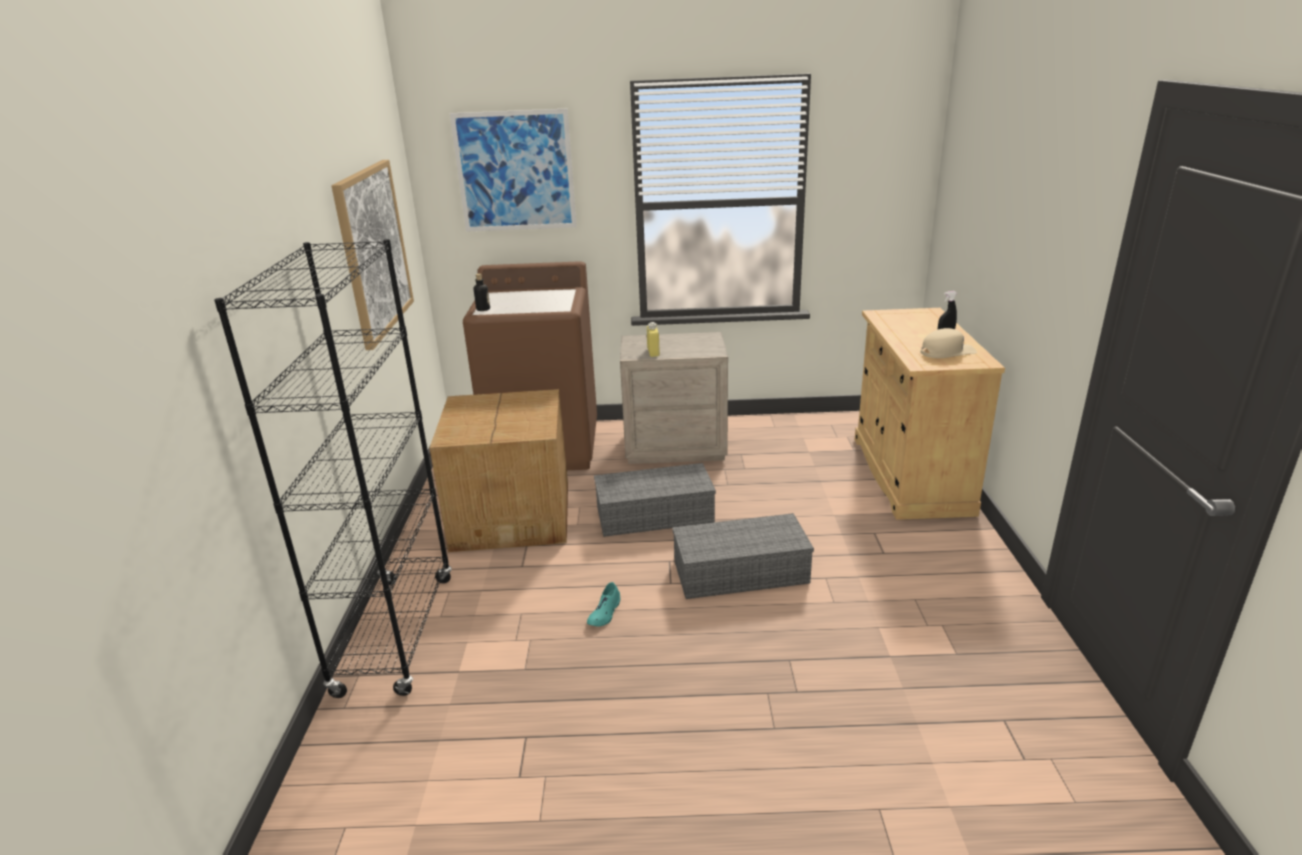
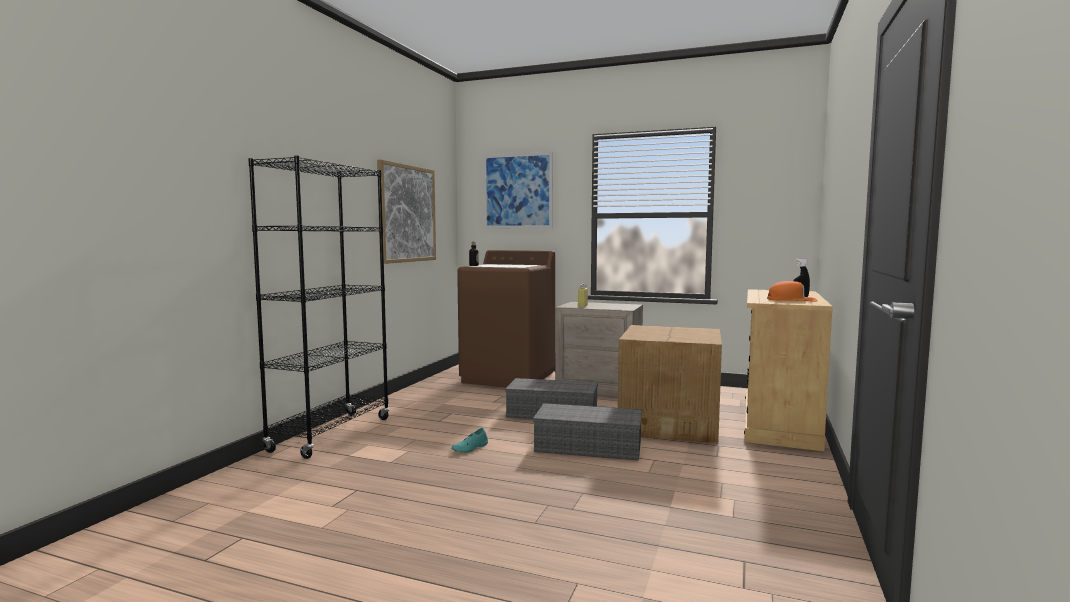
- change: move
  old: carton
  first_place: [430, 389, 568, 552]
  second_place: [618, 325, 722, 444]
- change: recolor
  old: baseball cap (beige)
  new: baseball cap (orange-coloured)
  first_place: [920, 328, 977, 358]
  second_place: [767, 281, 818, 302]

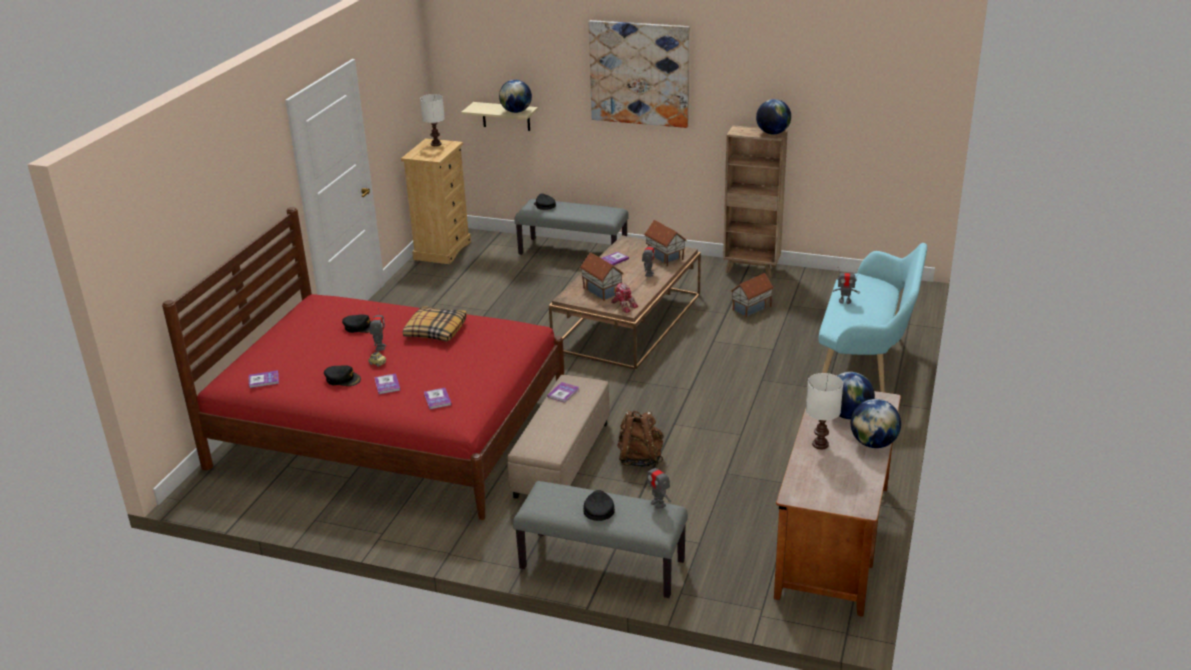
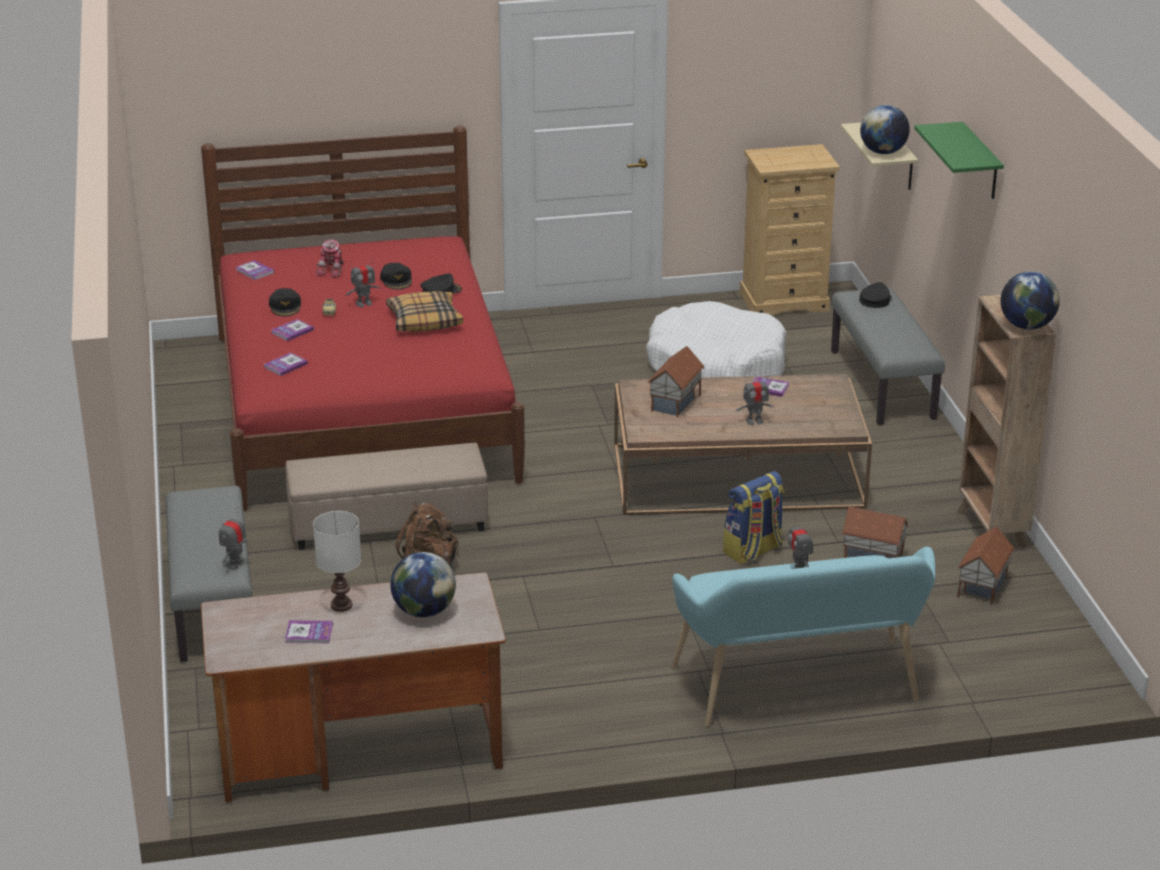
- change: delete
  old: table lamp (white)
  first_place: [420, 94, 445, 146]
- change: delete
  old: globe
  first_place: [851, 399, 901, 448]
- change: insert
  new: dog bed (white)
  second_place: [646, 301, 786, 378]
- change: insert
  new: backpack
  second_place: [723, 471, 784, 564]
- change: move
  old: bound book
  first_place: [547, 382, 579, 403]
  second_place: [285, 620, 333, 643]
- change: move
  old: baseball cap (black-coloured)
  first_place: [583, 490, 615, 521]
  second_place: [420, 273, 462, 294]
- change: move
  old: robot figure
  first_place: [611, 283, 638, 313]
  second_place: [316, 239, 344, 278]
- change: move
  old: toy house
  first_place: [644, 220, 687, 266]
  second_place: [957, 527, 1015, 605]
- change: replace
  old: wall picture
  new: bracket shelf (greenish)
  first_place: [589, 20, 690, 128]
  second_place: [914, 122, 1004, 199]

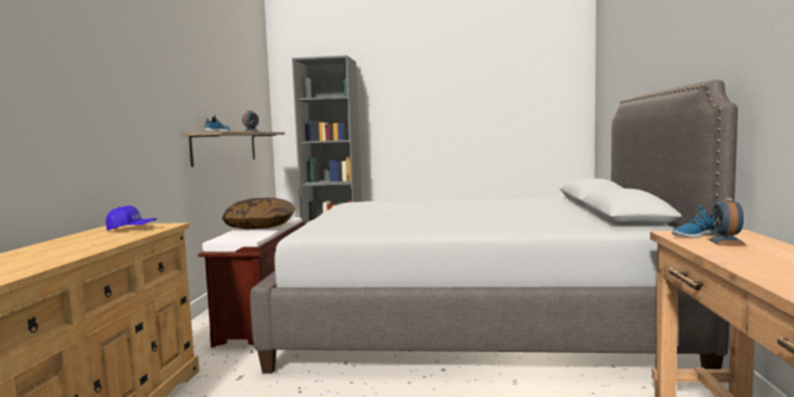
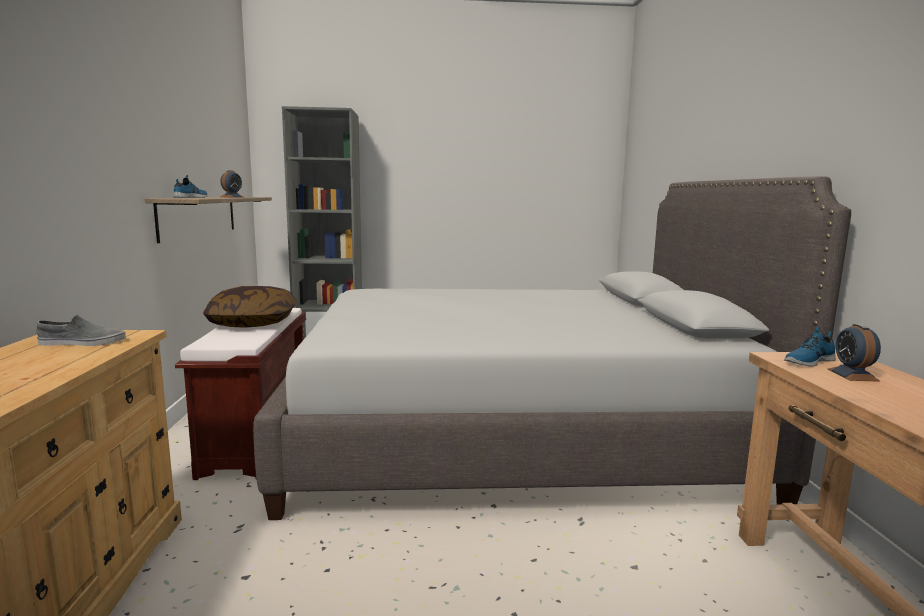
- change: replace
  old: baseball cap (bluish)
  new: low shoe (greyish)
  first_place: [106, 205, 157, 231]
  second_place: [36, 315, 126, 346]

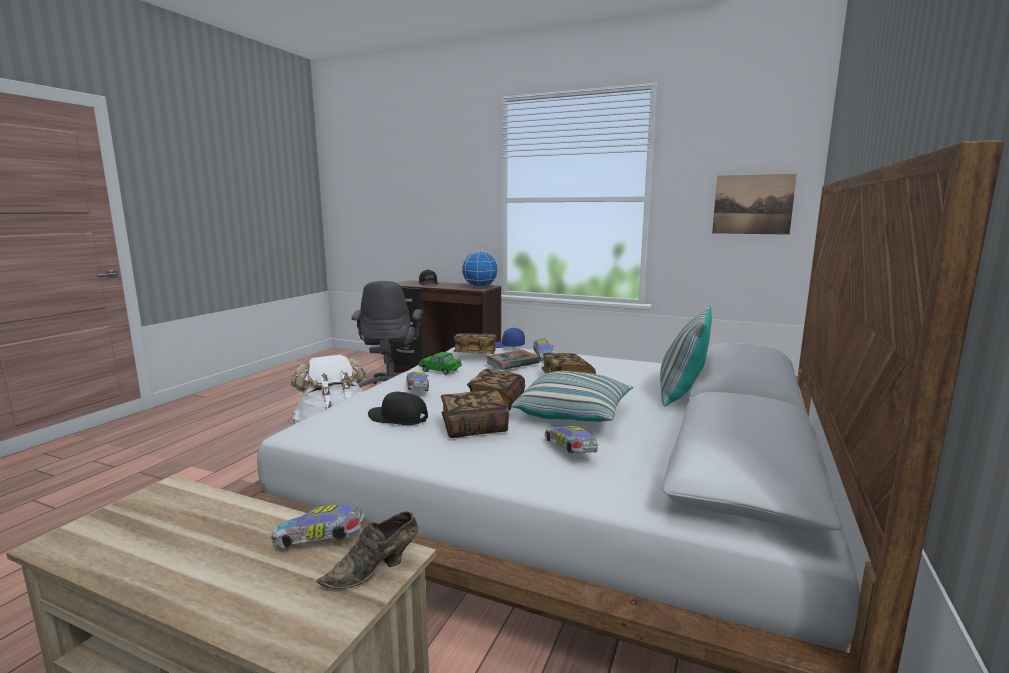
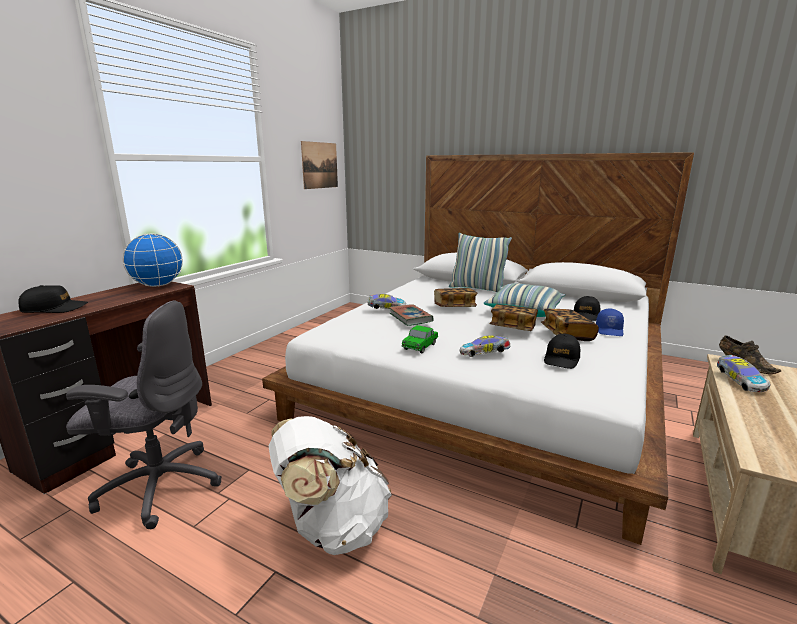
- change: delete
  old: bound book
  first_place: [453, 333, 496, 354]
- change: move
  old: baseball cap (bluish)
  first_place: [495, 328, 525, 348]
  second_place: [596, 309, 624, 336]
- change: replace
  old: toy car
  new: baseball cap (black-coloured)
  first_place: [545, 426, 598, 453]
  second_place: [574, 296, 600, 321]

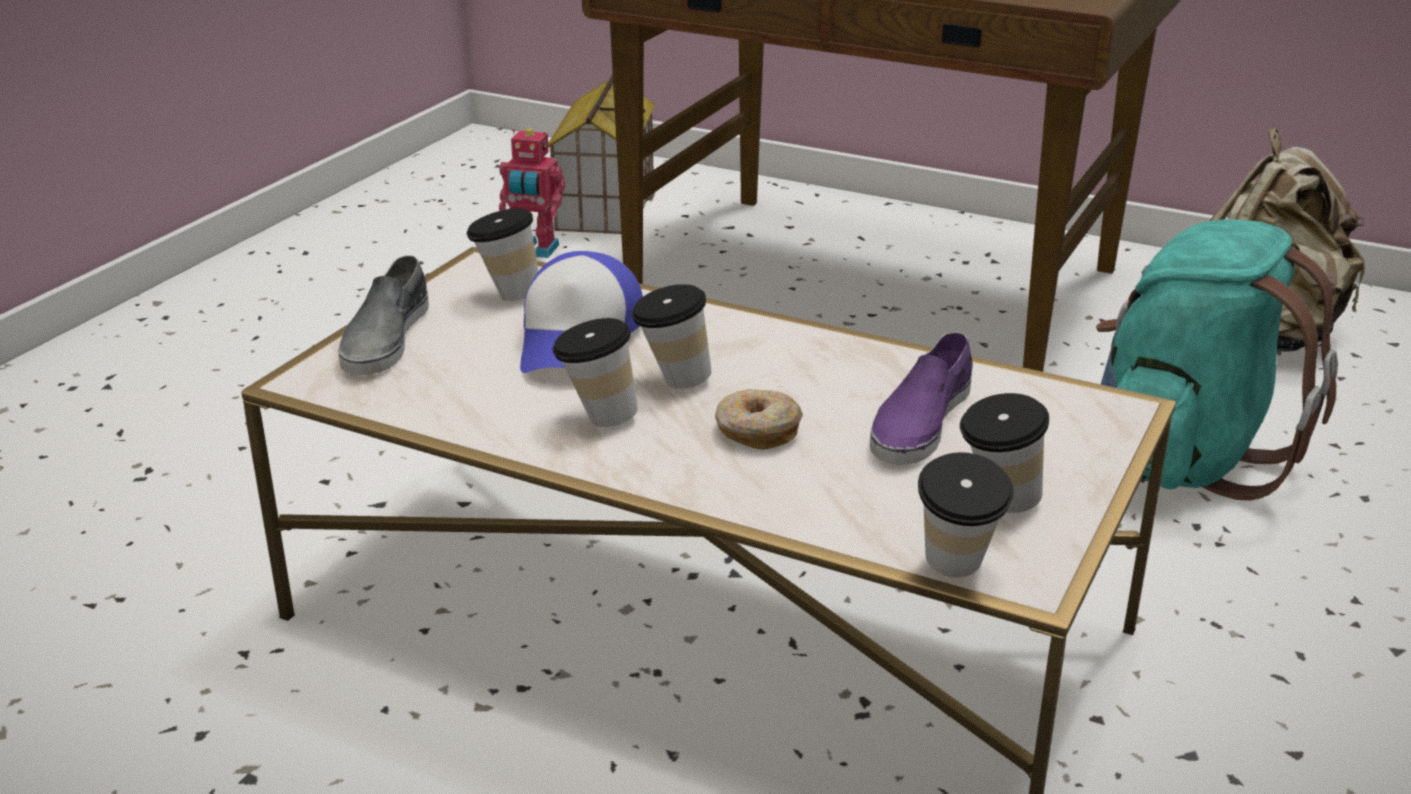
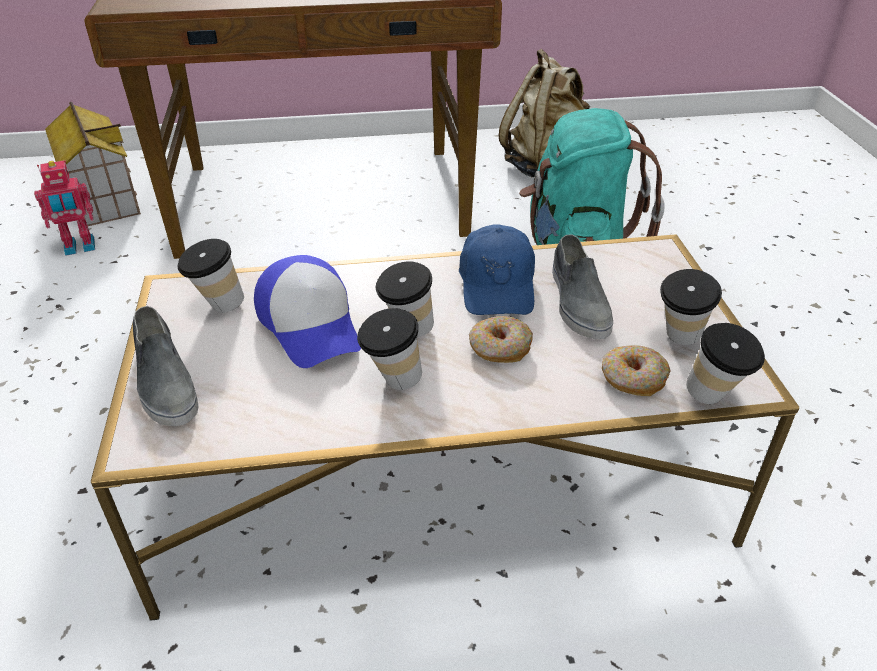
- change: insert
  new: baseball cap (bluish)
  second_place: [459, 225, 535, 315]
- change: insert
  new: doughnut
  second_place: [602, 345, 671, 396]
- change: recolor
  old: low shoe (purple-coloured)
  new: low shoe (greyish)
  first_place: [870, 332, 973, 465]
  second_place: [552, 235, 613, 339]

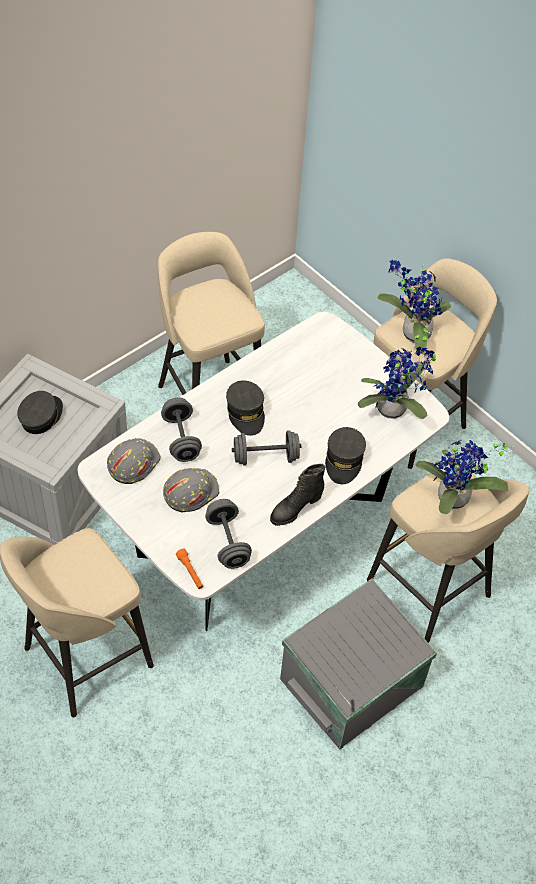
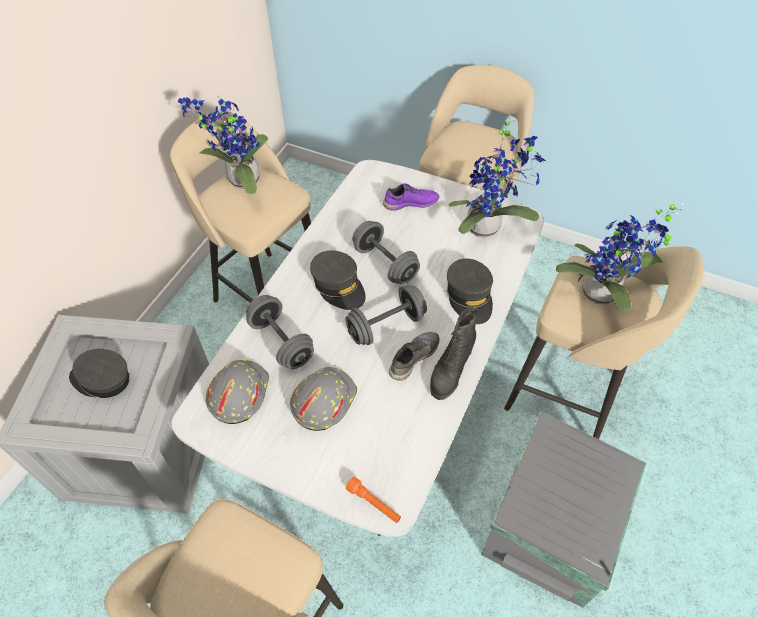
- change: insert
  new: low shoe (purple-coloured)
  second_place: [383, 183, 439, 211]
- change: insert
  new: low shoe (greyish)
  second_place: [389, 332, 440, 381]
- change: move
  old: dumbbell (greyish)
  first_place: [205, 499, 252, 569]
  second_place: [353, 221, 420, 285]
- change: move
  old: potted plant
  first_place: [377, 260, 451, 354]
  second_place: [177, 95, 268, 194]
- change: rotate
  old: baseball cap (greyish)
  first_place: [17, 391, 63, 434]
  second_place: [69, 349, 129, 398]
  degrees: -75

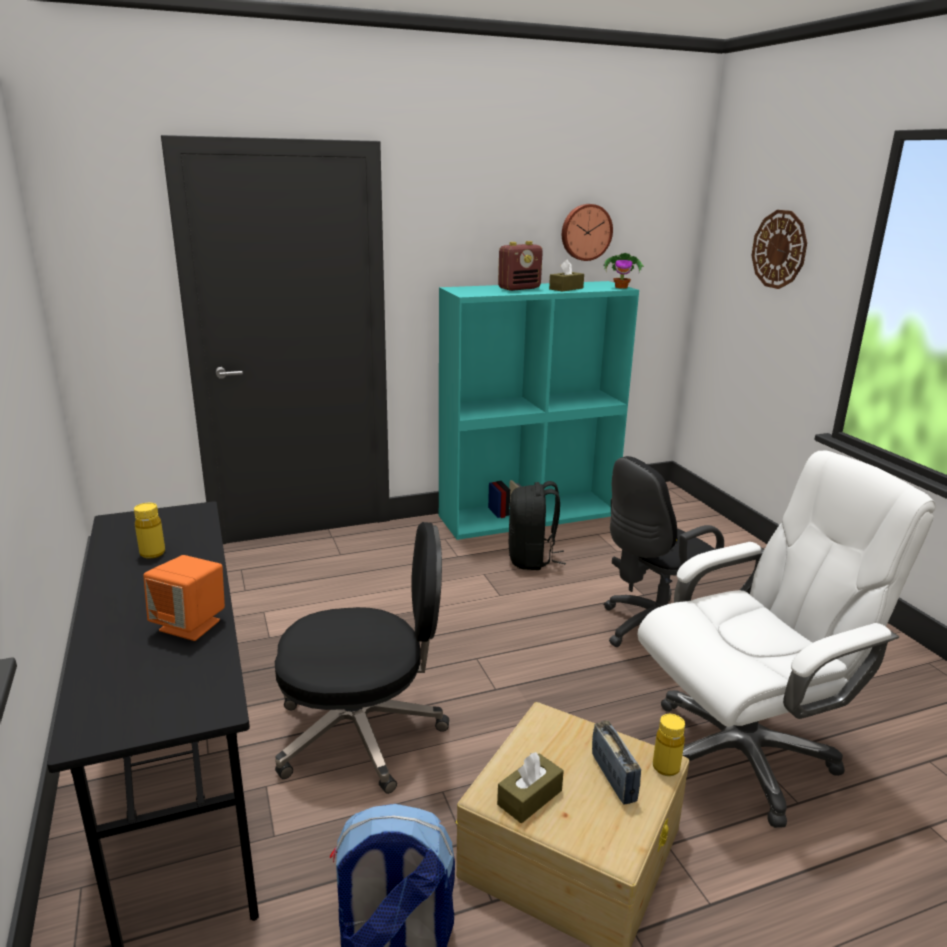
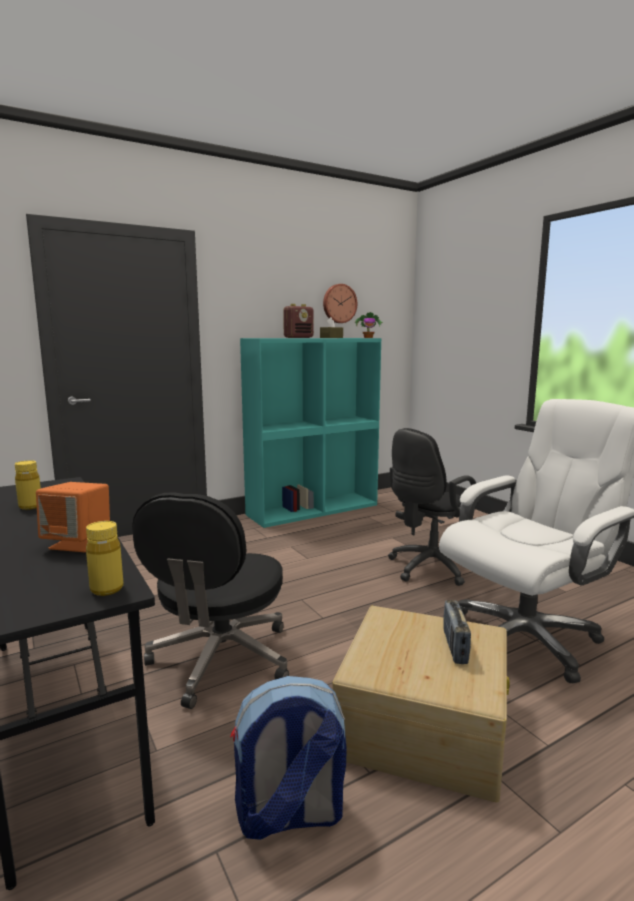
- change: delete
  old: box of tissues (brown)
  first_place: [497, 752, 564, 823]
- change: delete
  old: backpack (black-coloured)
  first_place: [509, 481, 566, 570]
- change: delete
  old: clock on the wall
  first_place: [751, 210, 807, 289]
- change: move
  old: drink bottle (yellow)
  first_place: [653, 714, 685, 776]
  second_place: [86, 521, 123, 596]
- change: rotate
  old: office chair (black-coloured)
  first_place: [275, 522, 449, 794]
  second_place: [132, 492, 289, 709]
  degrees: 120
- change: rotate
  old: radio
  first_place: [592, 721, 641, 804]
  second_place: [443, 600, 471, 664]
  degrees: -150

